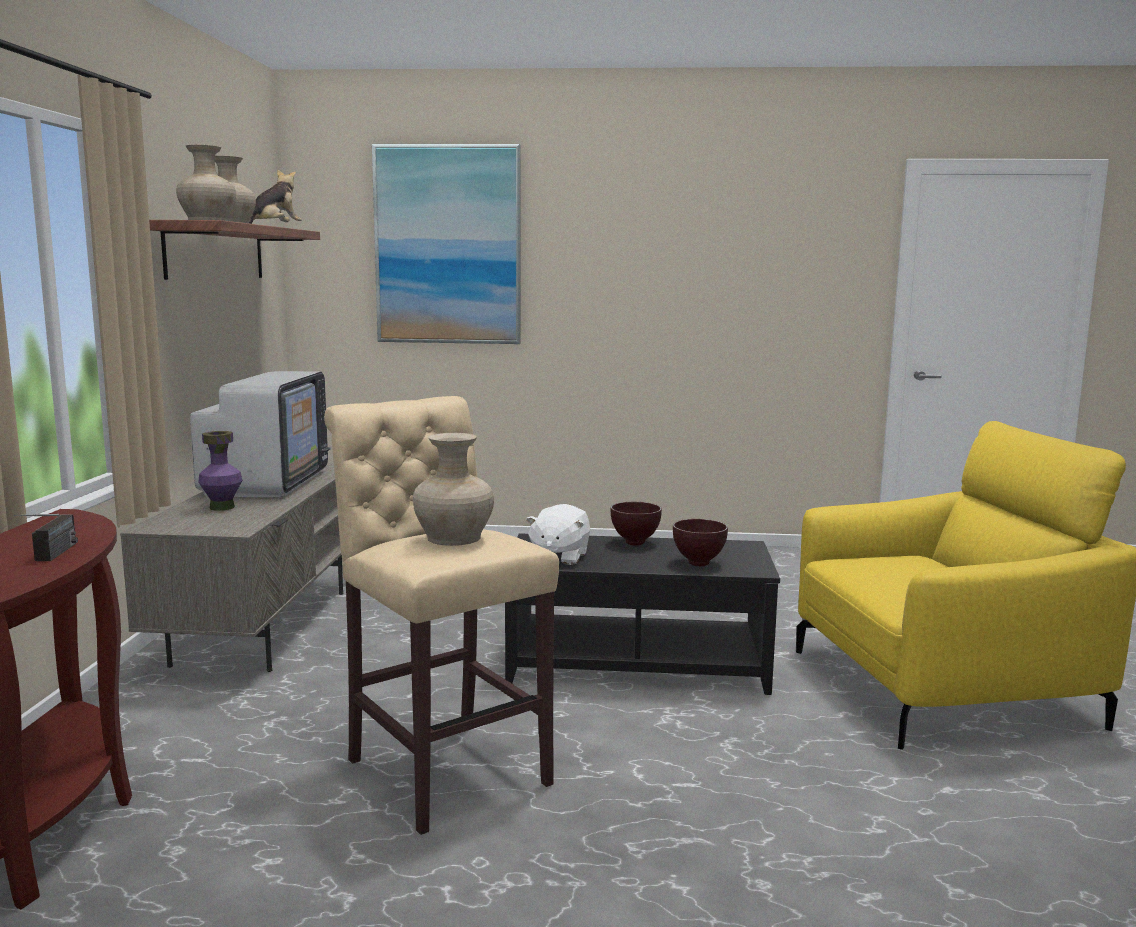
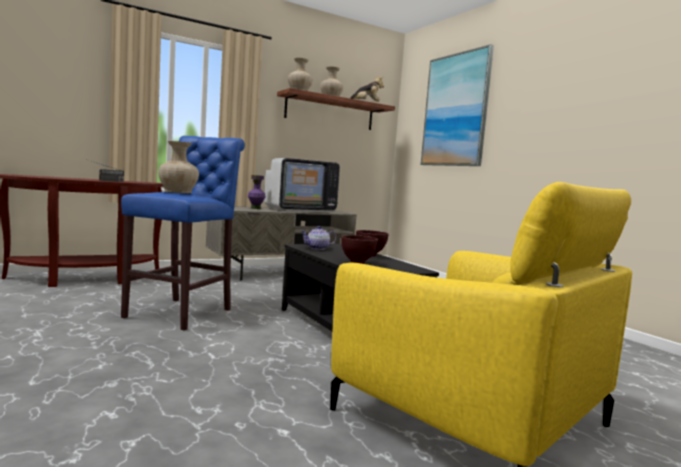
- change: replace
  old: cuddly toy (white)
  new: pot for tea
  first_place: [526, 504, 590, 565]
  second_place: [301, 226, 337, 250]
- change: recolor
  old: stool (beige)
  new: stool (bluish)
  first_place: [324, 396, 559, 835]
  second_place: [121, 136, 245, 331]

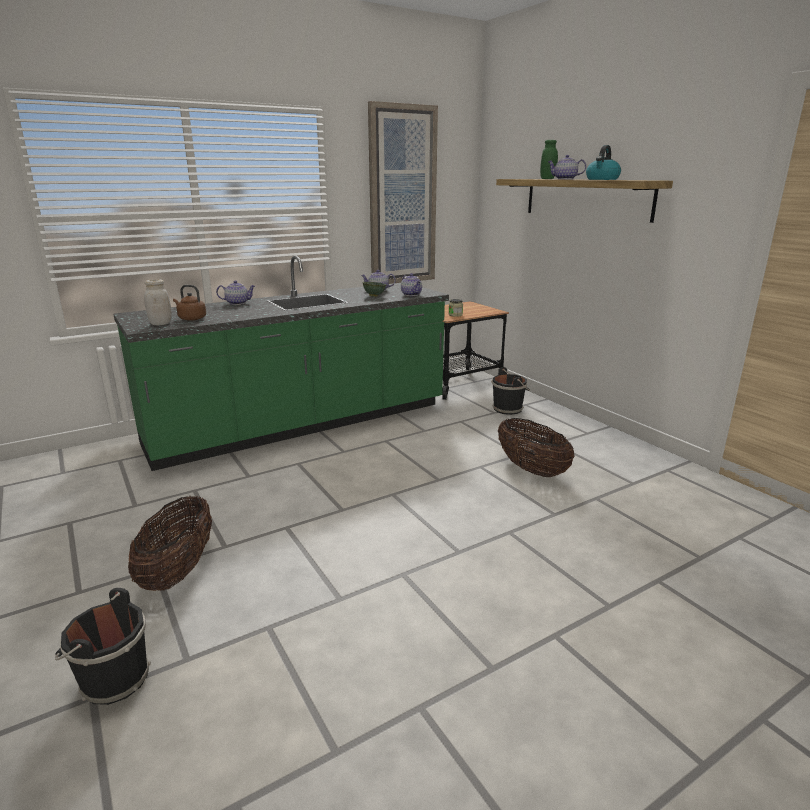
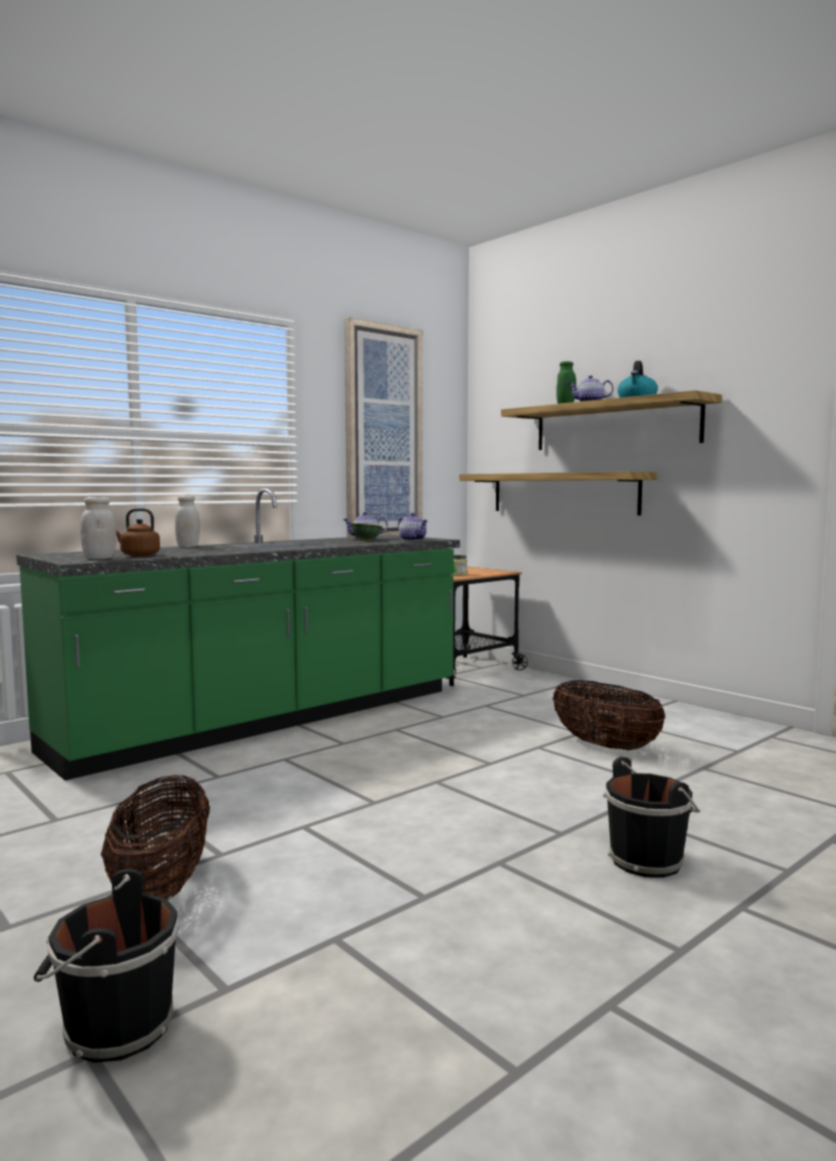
- change: insert
  new: bracket shelf
  second_place: [459, 471, 657, 515]
- change: move
  old: pail (black-coloured)
  first_place: [491, 367, 530, 415]
  second_place: [603, 757, 700, 878]
- change: replace
  old: pot for tea
  new: storage jar (white)
  first_place: [216, 280, 255, 305]
  second_place: [175, 495, 200, 548]

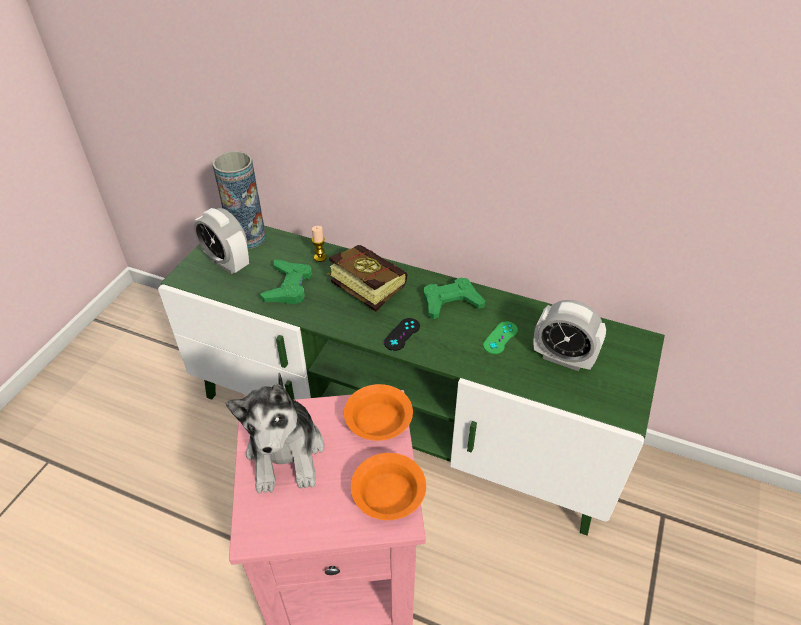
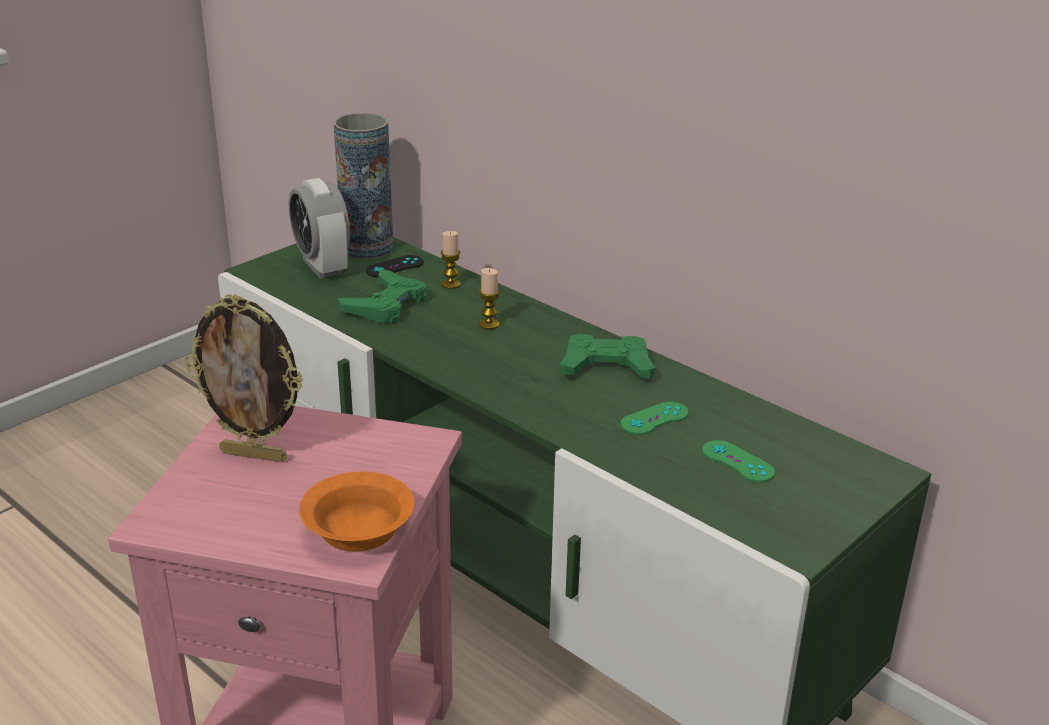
- change: delete
  old: serving bowl (orange-coloured)
  first_place: [344, 384, 413, 441]
- change: move
  old: joypad (black-coloured)
  first_place: [384, 318, 420, 351]
  second_place: [366, 255, 424, 277]
- change: replace
  old: cuddly toy
  new: picture frame
  first_place: [225, 373, 324, 494]
  second_place: [185, 294, 303, 462]
- change: replace
  old: bound book
  new: wax light
  first_place: [327, 245, 407, 312]
  second_place: [479, 268, 500, 330]
- change: replace
  old: table clock
  new: joypad (greenish)
  first_place: [533, 300, 606, 371]
  second_place: [702, 440, 775, 483]

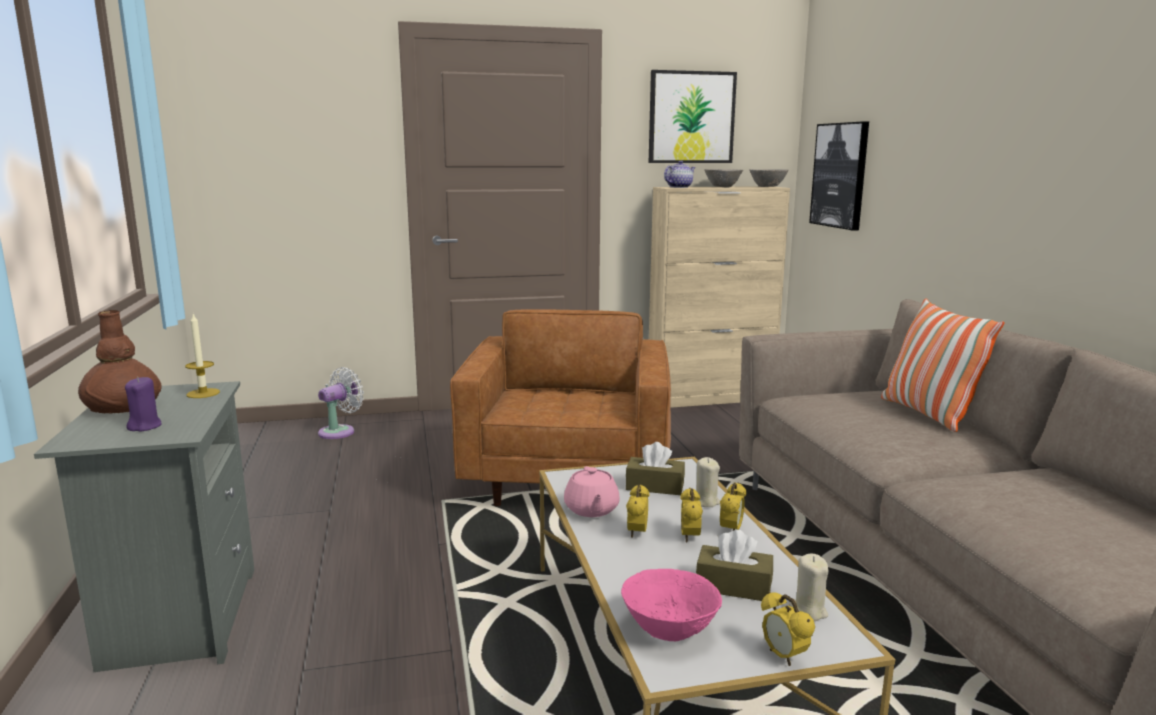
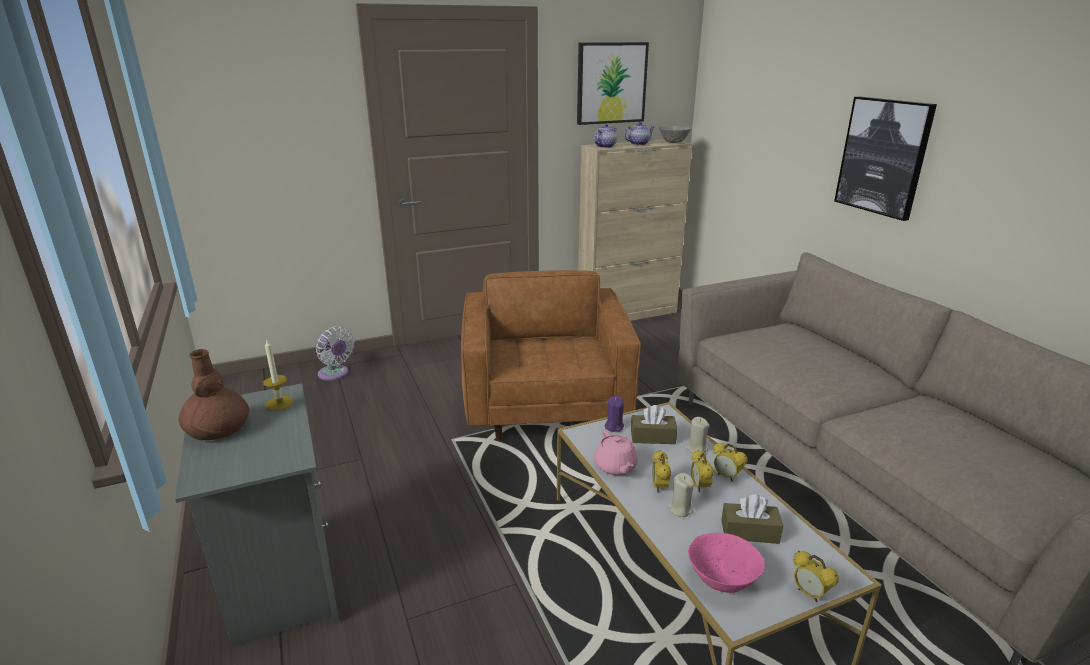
- change: delete
  old: pillow
  first_place: [881, 299, 1004, 432]
- change: move
  old: wax light (purple-coloured)
  first_place: [125, 377, 162, 431]
  second_place: [605, 396, 624, 432]
- change: move
  old: wax light (beige)
  first_place: [789, 554, 829, 621]
  second_place: [667, 473, 694, 517]
- change: move
  old: wall picture
  first_place: [809, 121, 869, 231]
  second_place: [834, 97, 937, 221]
- change: replace
  old: serving bowl (greyish)
  new: pot for tea
  first_place: [704, 169, 743, 187]
  second_place: [624, 122, 654, 145]
- change: rotate
  old: cooling fan (white)
  first_place: [318, 367, 364, 439]
  second_place: [316, 326, 355, 381]
  degrees: 105
- change: rotate
  old: table clock
  first_place: [720, 482, 746, 531]
  second_place: [713, 443, 747, 481]
  degrees: 120

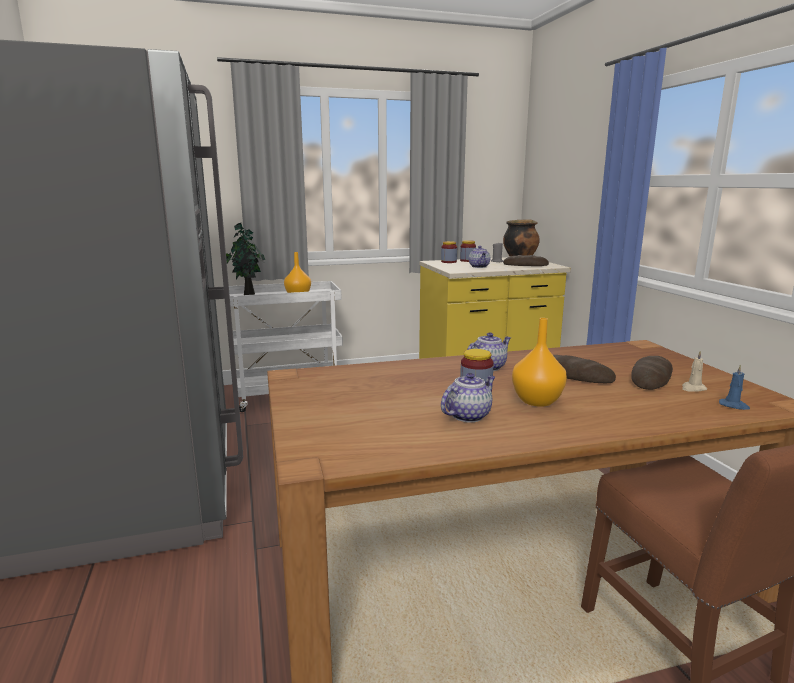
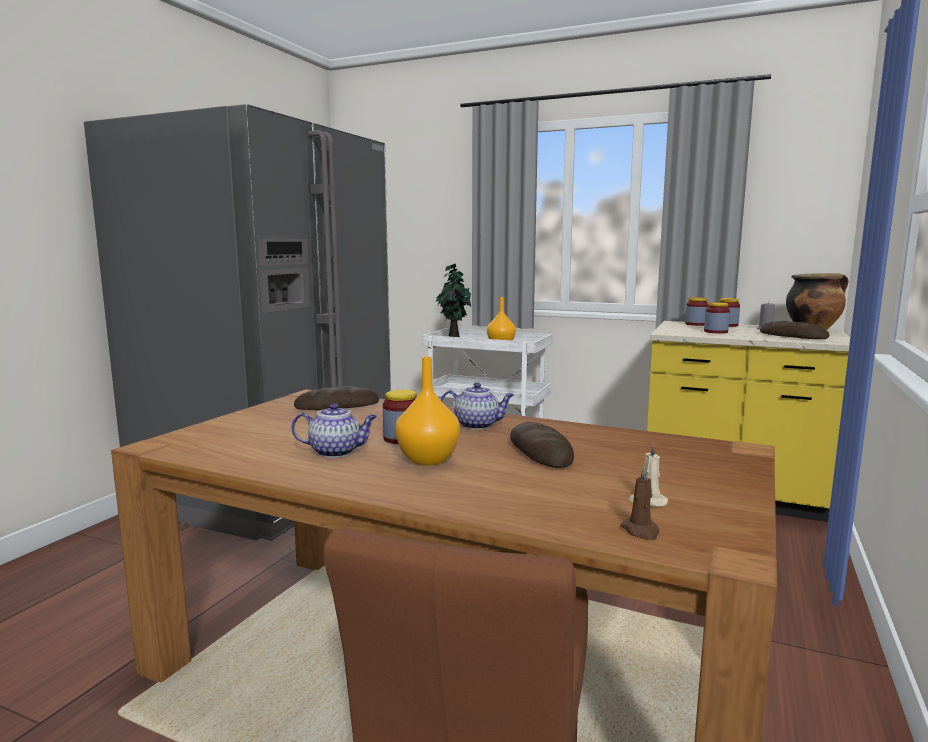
- change: move
  old: bread
  first_place: [631, 356, 673, 390]
  second_place: [294, 386, 379, 410]
- change: replace
  old: pot for tea
  new: storage jar
  first_place: [469, 246, 491, 268]
  second_place: [704, 302, 730, 334]
- change: recolor
  old: wax light (bluish)
  new: wax light (brown)
  first_place: [719, 364, 750, 410]
  second_place: [620, 465, 659, 540]

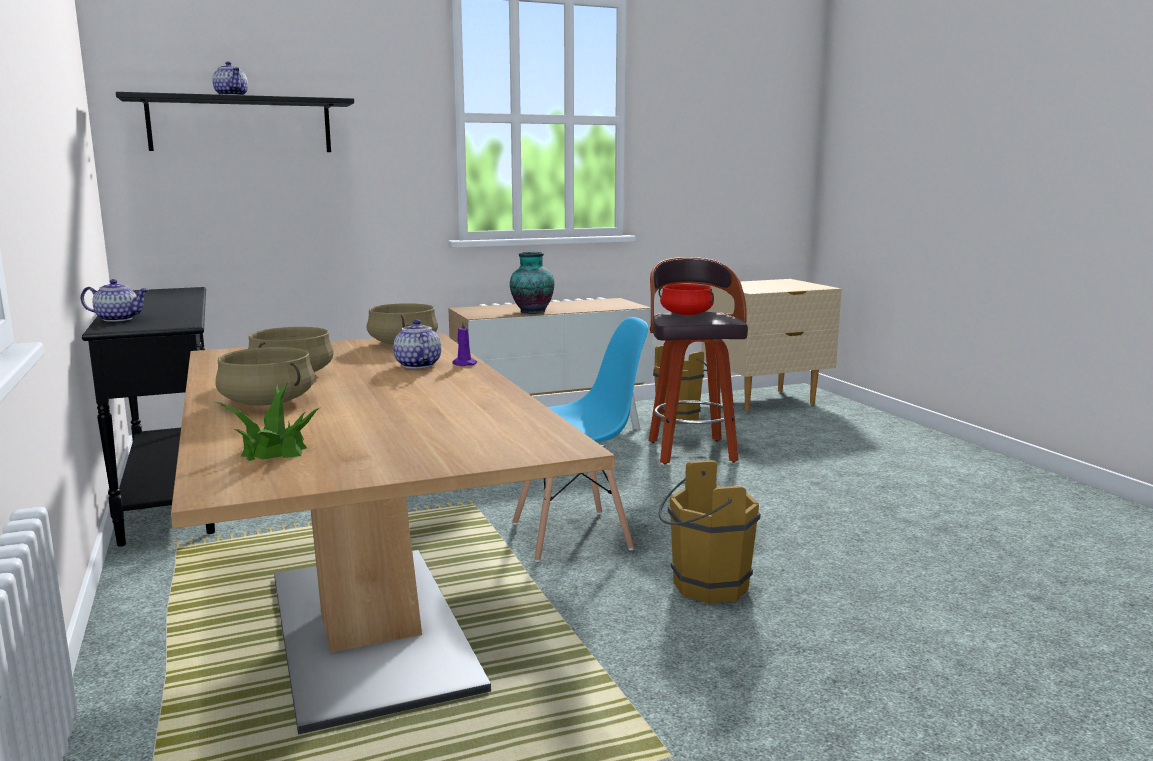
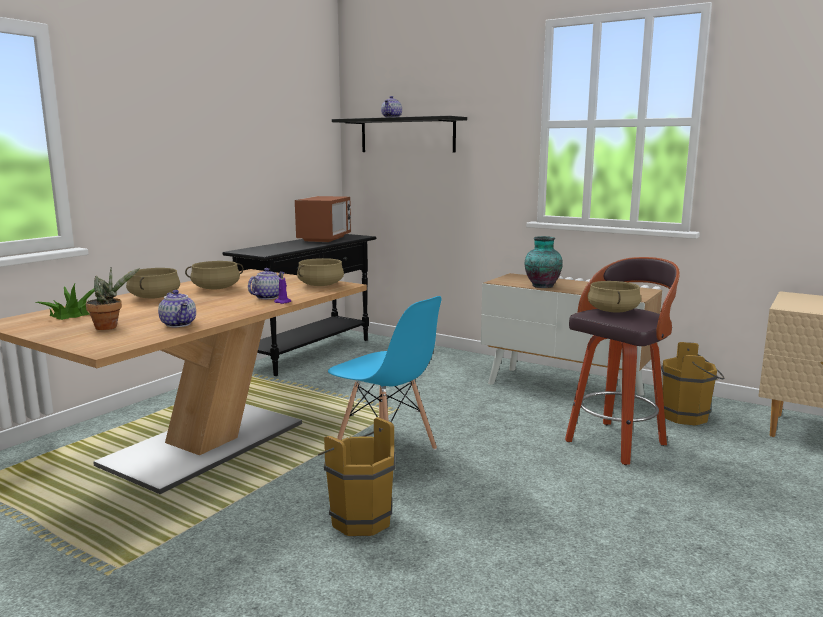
- change: insert
  new: potted plant
  second_place: [86, 267, 140, 330]
- change: insert
  new: microwave
  second_place: [295, 196, 351, 242]
- change: move
  old: pot for tea
  first_place: [81, 279, 148, 322]
  second_place: [158, 290, 196, 327]
- change: recolor
  old: cooking pot (reddish)
  new: cooking pot (beige)
  first_place: [658, 284, 714, 315]
  second_place: [587, 281, 641, 312]

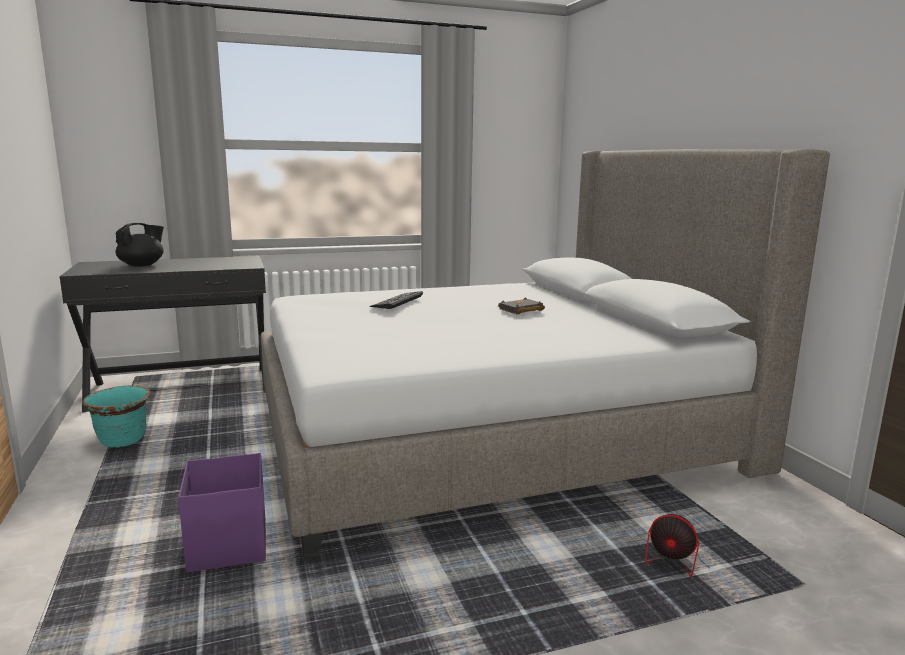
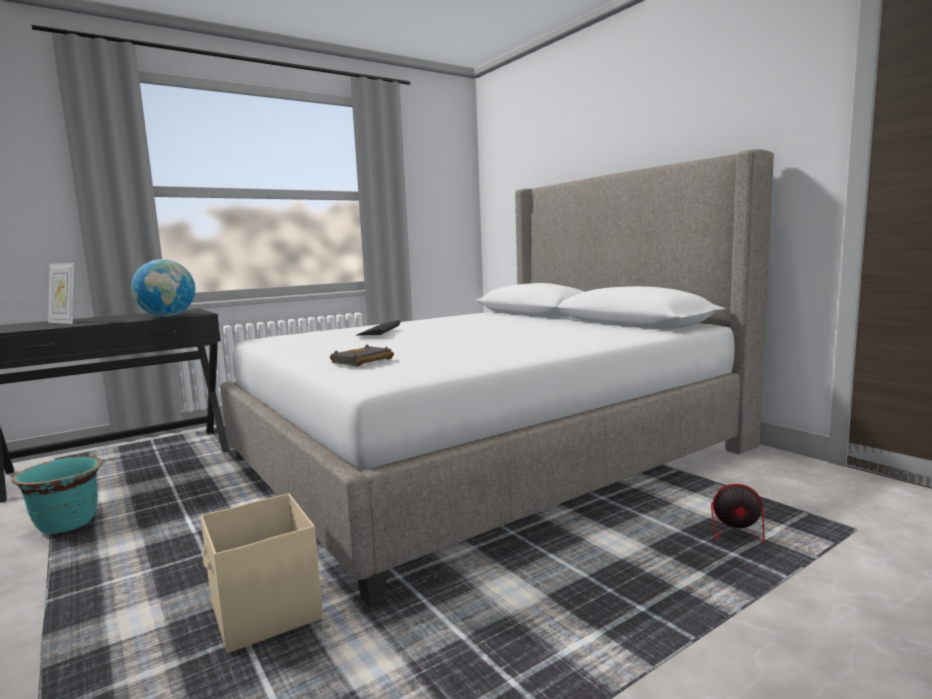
- change: insert
  new: globe
  second_place: [131, 259, 195, 317]
- change: move
  old: bound book (black-coloured)
  first_place: [498, 297, 545, 314]
  second_place: [330, 344, 394, 367]
- change: replace
  old: pot for tea (black-coloured)
  new: picture frame
  first_place: [115, 223, 164, 267]
  second_place: [48, 263, 74, 324]
- change: recolor
  old: storage box (purple-coloured)
  new: storage box (beige)
  first_place: [178, 453, 266, 573]
  second_place: [200, 493, 323, 653]

